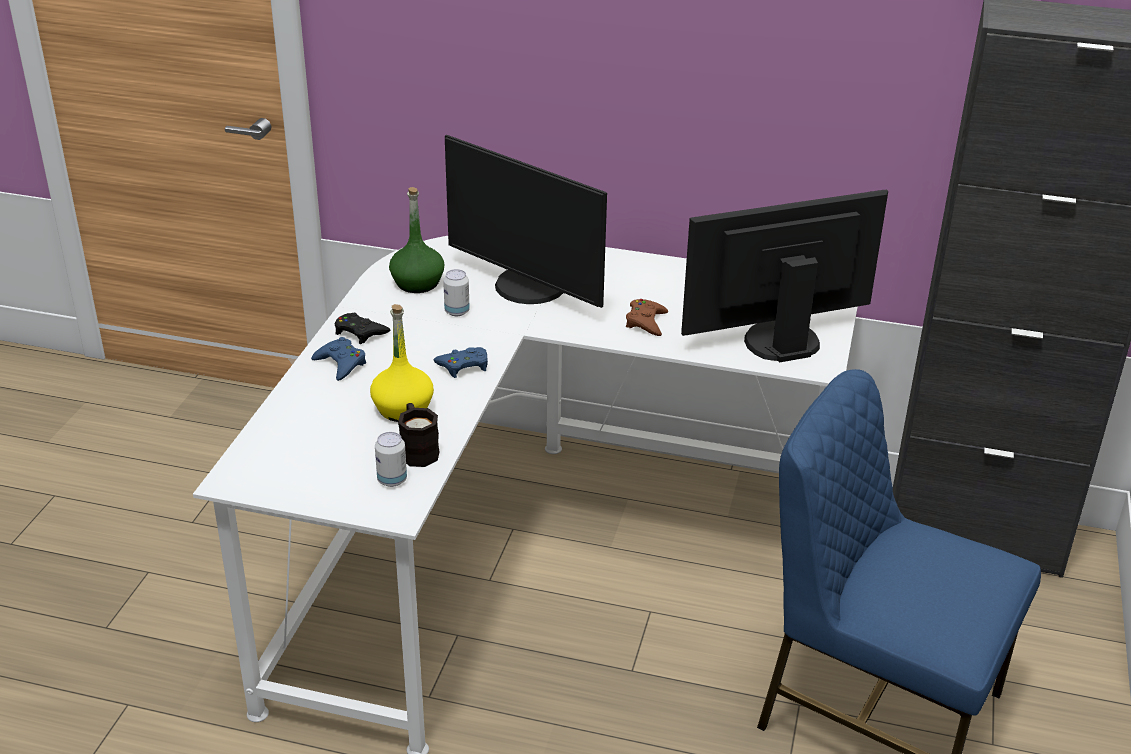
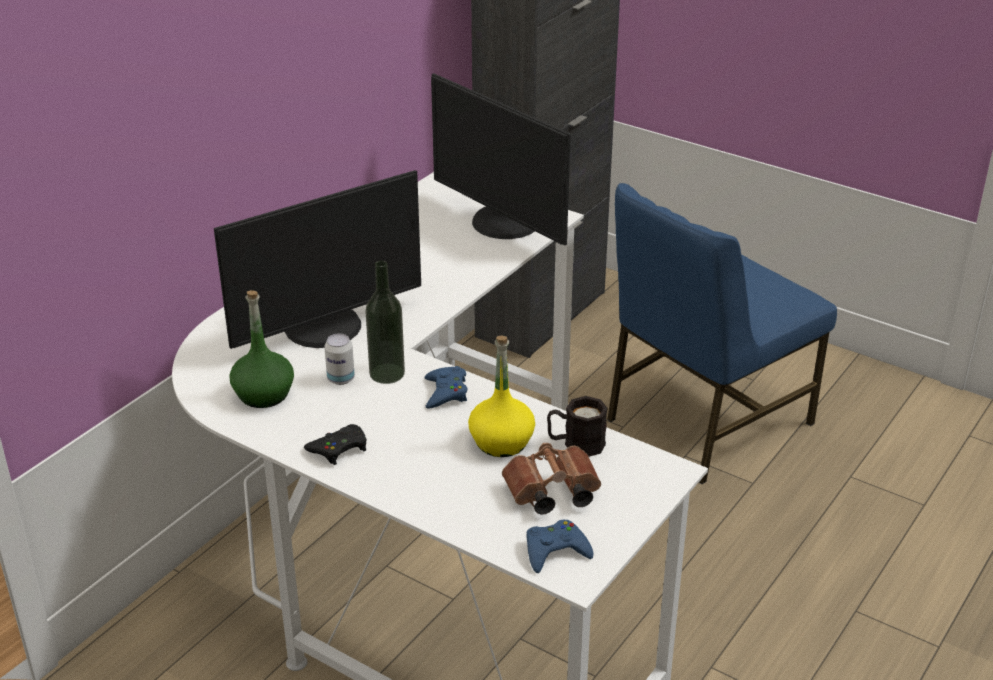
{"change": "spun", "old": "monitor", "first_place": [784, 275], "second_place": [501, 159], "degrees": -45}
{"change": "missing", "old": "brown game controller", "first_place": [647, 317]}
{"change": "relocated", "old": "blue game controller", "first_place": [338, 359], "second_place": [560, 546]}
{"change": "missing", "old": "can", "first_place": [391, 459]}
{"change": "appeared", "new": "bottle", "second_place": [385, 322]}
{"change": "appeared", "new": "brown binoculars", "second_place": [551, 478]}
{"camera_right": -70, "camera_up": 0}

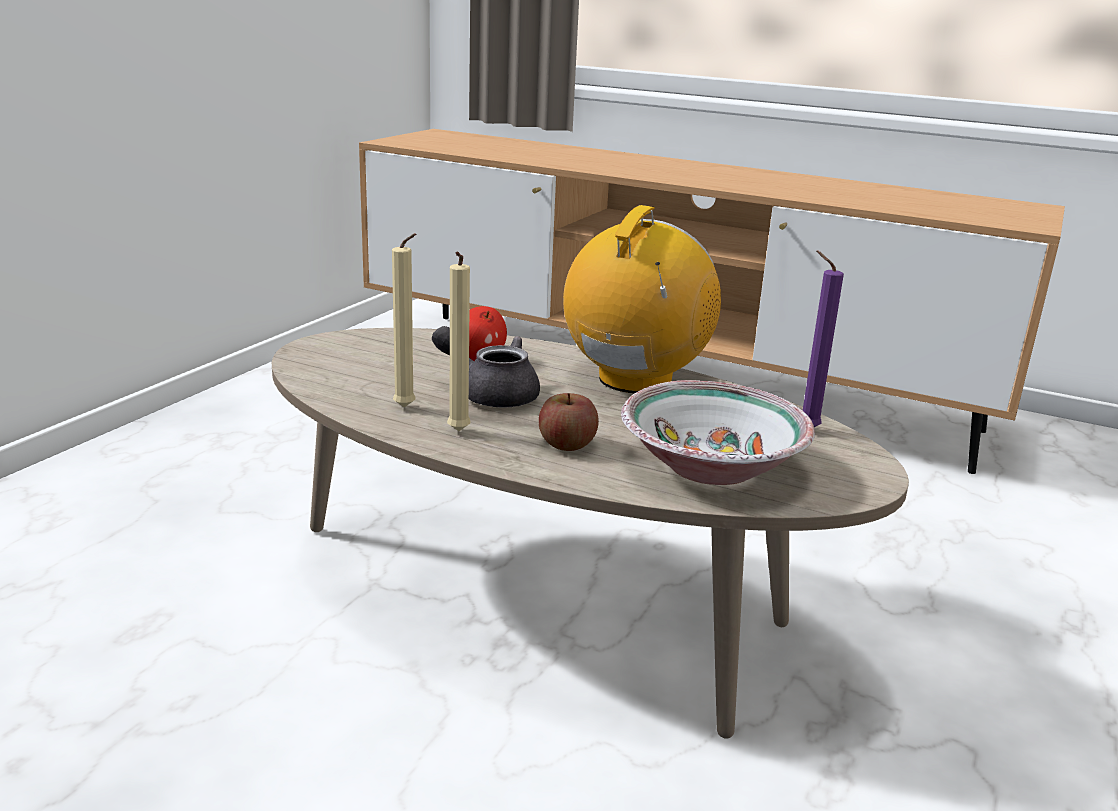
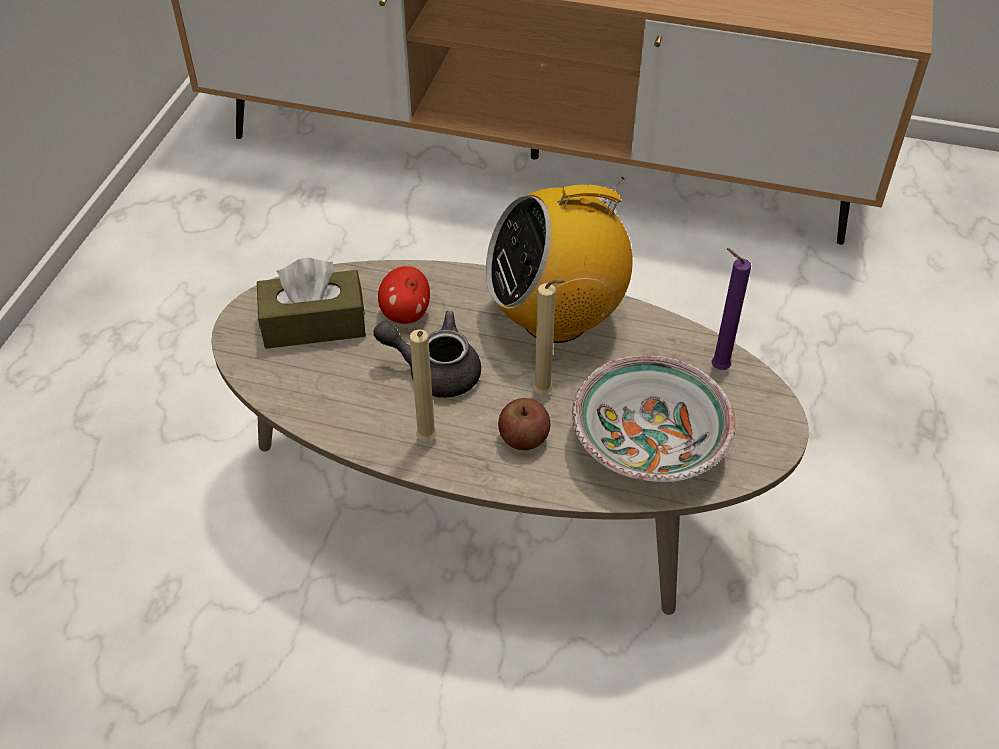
{"change": "spun", "old": "radio", "first_place": [642, 299], "second_place": [559, 260], "degrees": -120}
{"change": "relocated", "old": "beige candle", "first_place": [404, 320], "second_place": [549, 337]}
{"change": "appeared", "new": "brown tissue box", "second_place": [311, 303]}
{"camera_right": -10, "camera_up": 25}

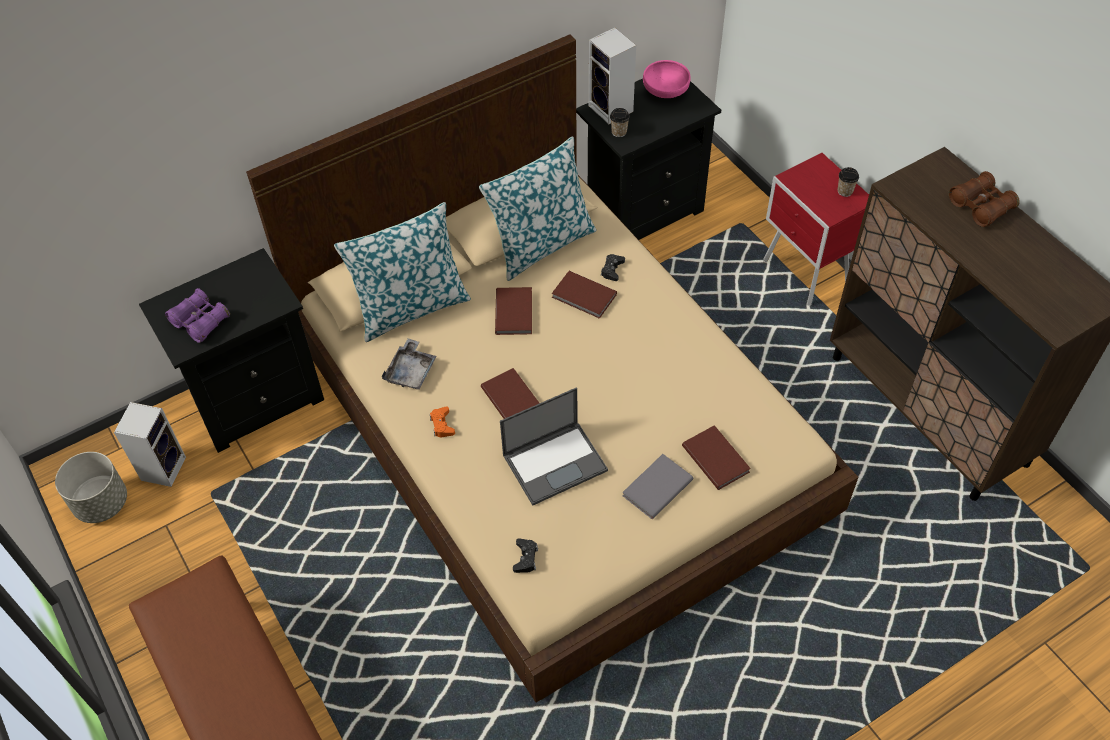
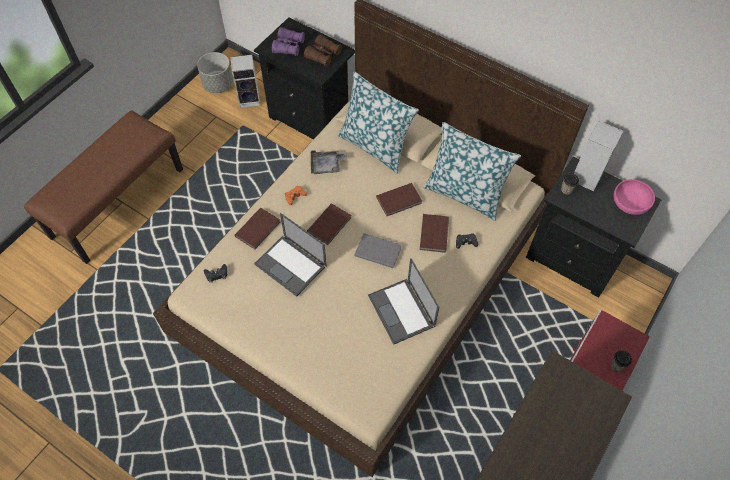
{"change": "relocated", "old": "brown binoculars", "first_place": [984, 199], "second_place": [323, 51]}
{"change": "relocated", "old": "brown book", "first_place": [716, 457], "second_place": [257, 228]}
{"change": "relocated", "old": "grey book", "first_place": [657, 486], "second_place": [378, 250]}
{"change": "appeared", "new": "laptop", "second_place": [403, 301]}
{"camera_right": 65, "camera_up": 5}

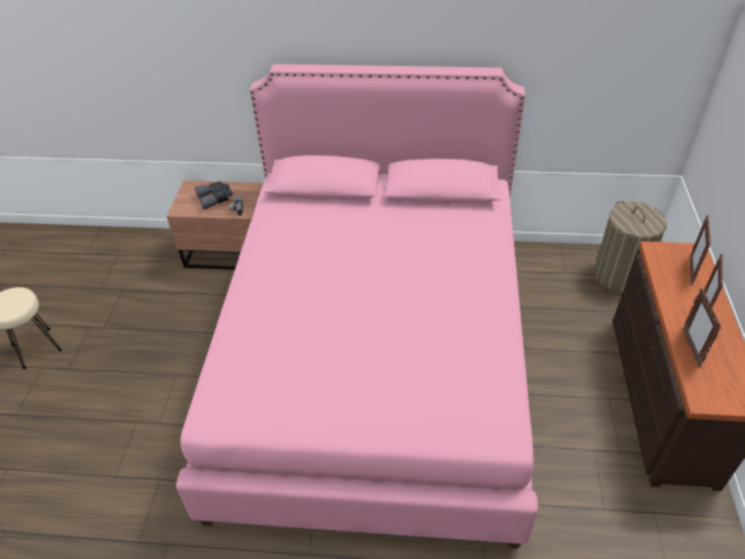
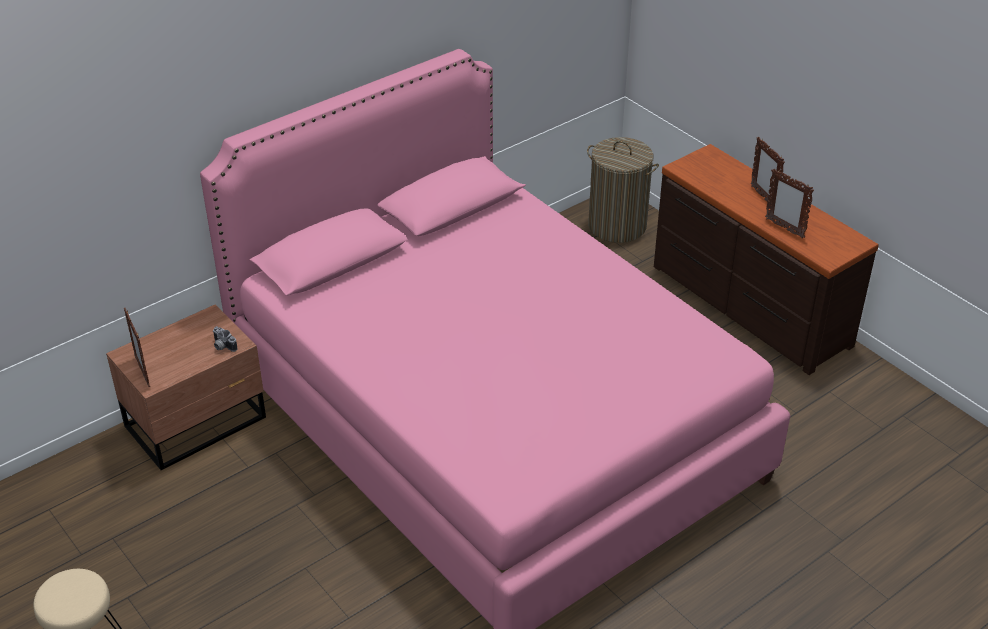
{"change": "missing", "old": "grey binoculars", "first_place": [214, 195]}
{"change": "relocated", "old": "picture frame", "first_place": [700, 250], "second_place": [137, 347]}
{"camera_right": -45, "camera_up": -5}

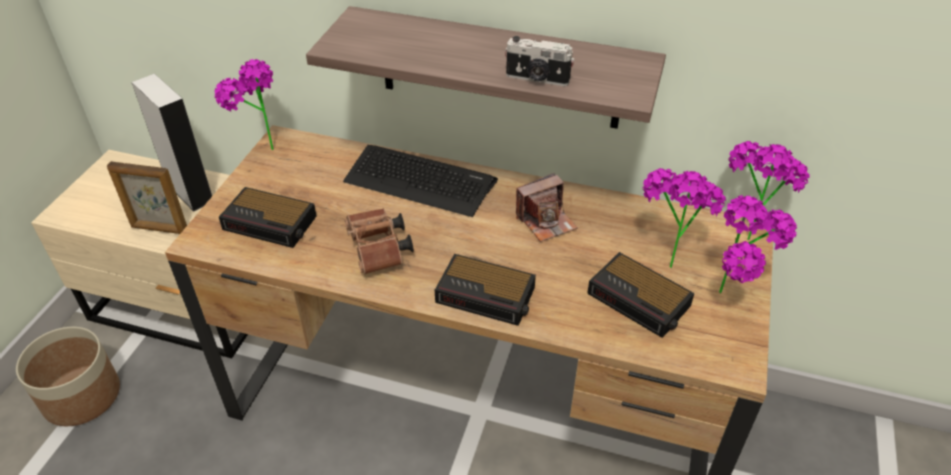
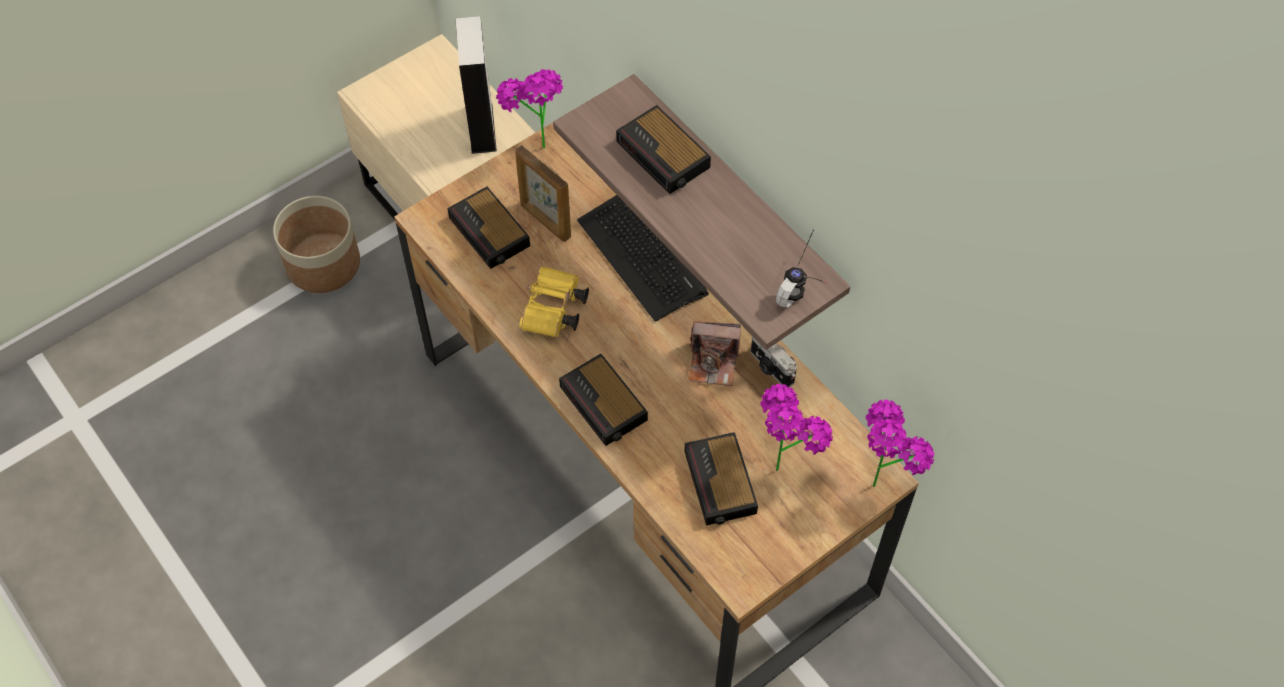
{"change": "relocated", "old": "photo camera", "first_place": [539, 61], "second_place": [774, 362]}
{"change": "relocated", "old": "picture frame", "first_place": [147, 197], "second_place": [543, 193]}
{"change": "missing", "old": "potted plant", "first_place": [758, 244]}
{"change": "colour", "old": "brown binoculars", "new": "yellow binoculars", "first_place": [379, 241], "second_place": [554, 302]}
{"change": "appeared", "new": "alarm clock", "second_place": [663, 149]}
{"change": "appeared", "new": "headphones", "second_place": [801, 268]}
{"camera_right": 35, "camera_up": 15}

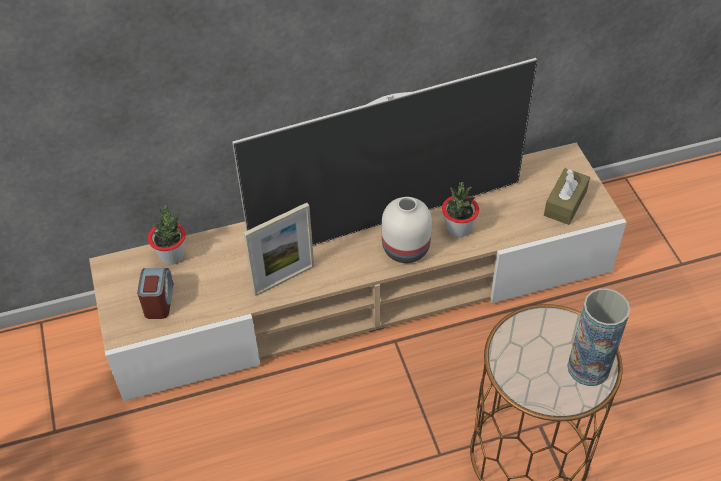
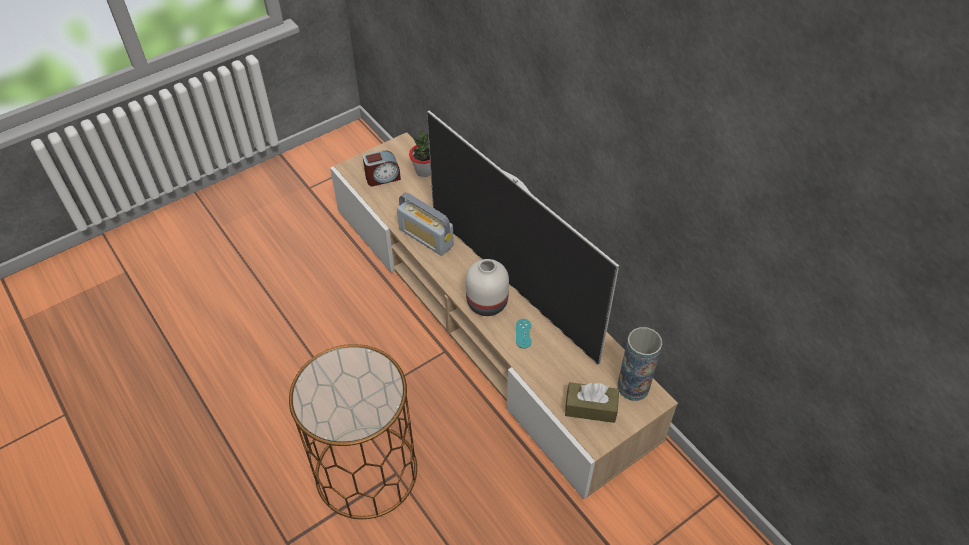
{"change": "exchanged", "old": "potted plant", "new": "turquoise game controller", "first_place": [460, 210], "second_place": [524, 334]}
{"change": "exchanged", "old": "picture frame", "new": "radio", "first_place": [278, 249], "second_place": [425, 224]}
{"change": "relocated", "old": "vase", "first_place": [598, 337], "second_place": [639, 364]}
{"camera_right": 70, "camera_up": 0}

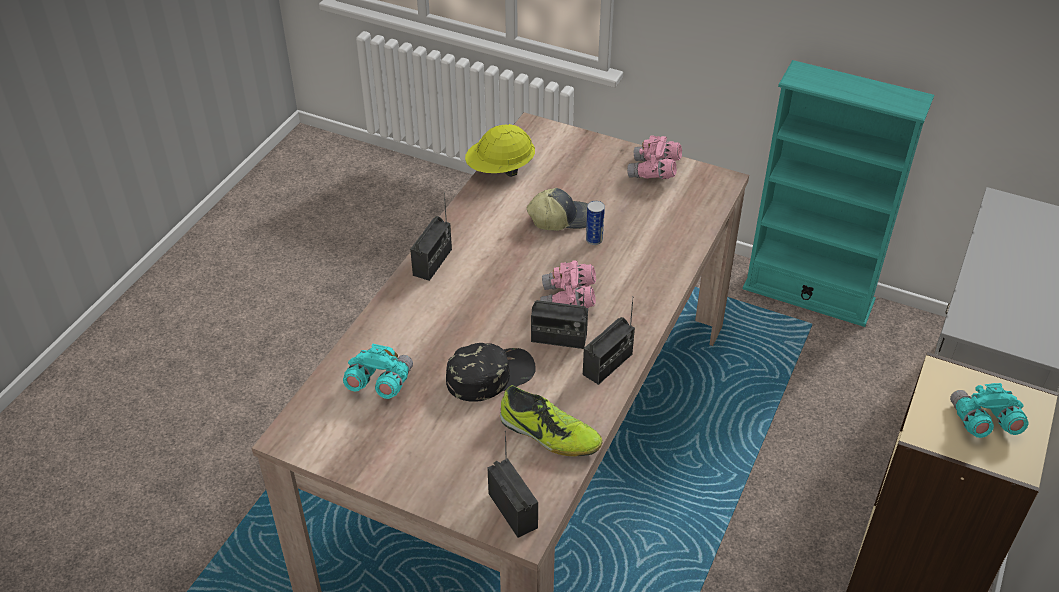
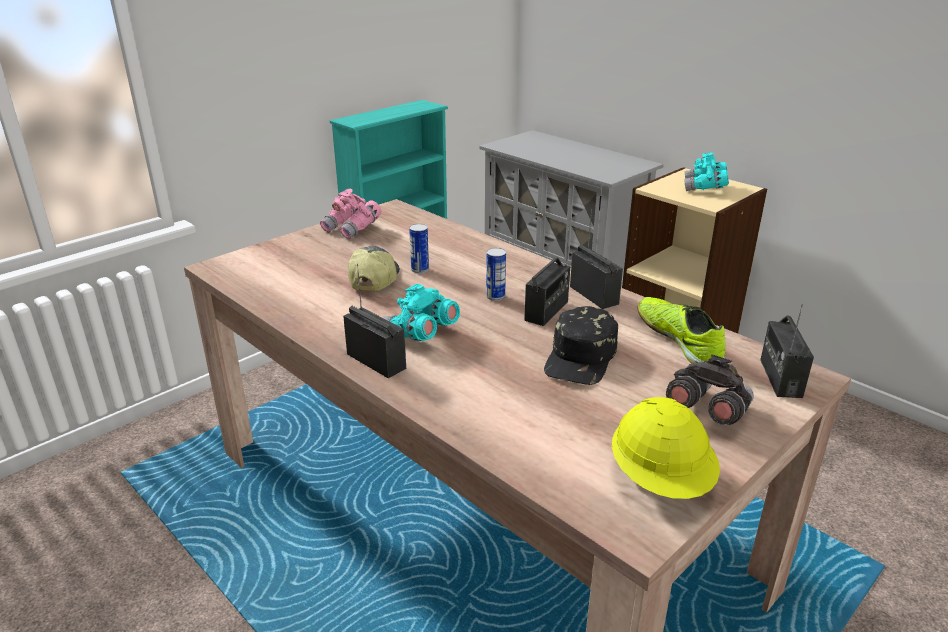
{"change": "relocated", "old": "yellow hard hat", "first_place": [500, 150], "second_place": [666, 448]}
{"change": "exchanged", "old": "pink binoculars", "new": "can", "first_place": [568, 284], "second_place": [496, 274]}
{"change": "relocated", "old": "turquoise binoculars", "first_place": [378, 371], "second_place": [421, 312]}
{"change": "spun", "old": "black cap", "first_place": [491, 372], "second_place": [581, 345], "degrees": -150}
{"change": "spun", "old": "shoe", "first_place": [551, 420], "second_place": [682, 330], "degrees": -75}
{"change": "spun", "old": "radio", "first_place": [512, 484], "second_place": [787, 351], "degrees": -75}
{"change": "appeared", "new": "grey binoculars", "second_place": [710, 389]}
{"camera_right": -70, "camera_up": -15}

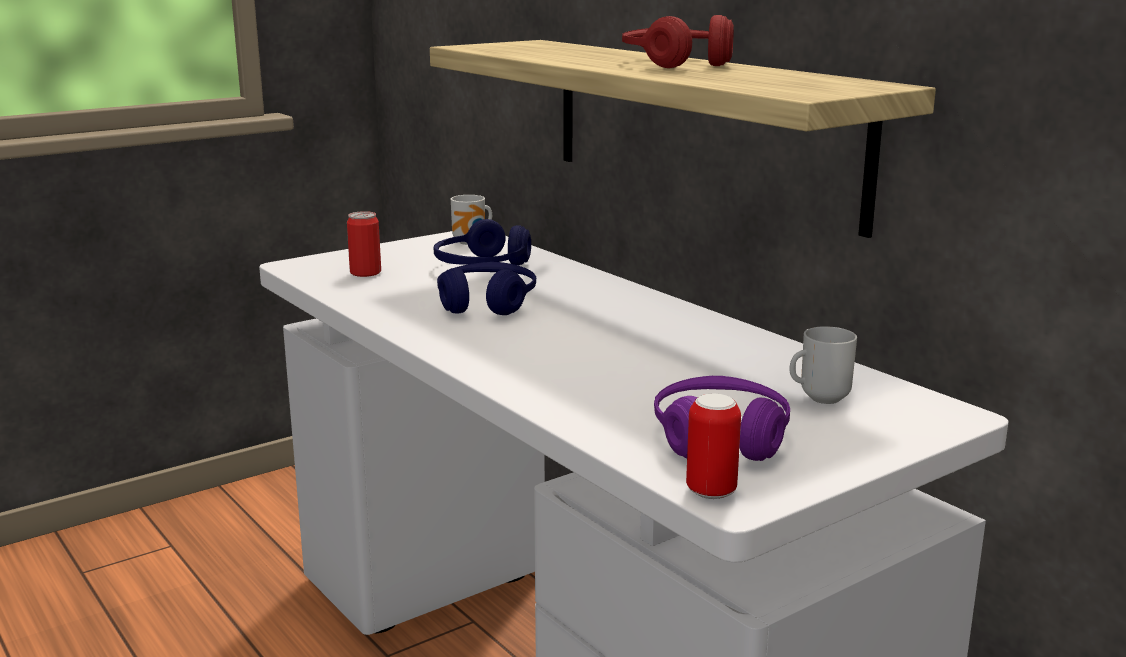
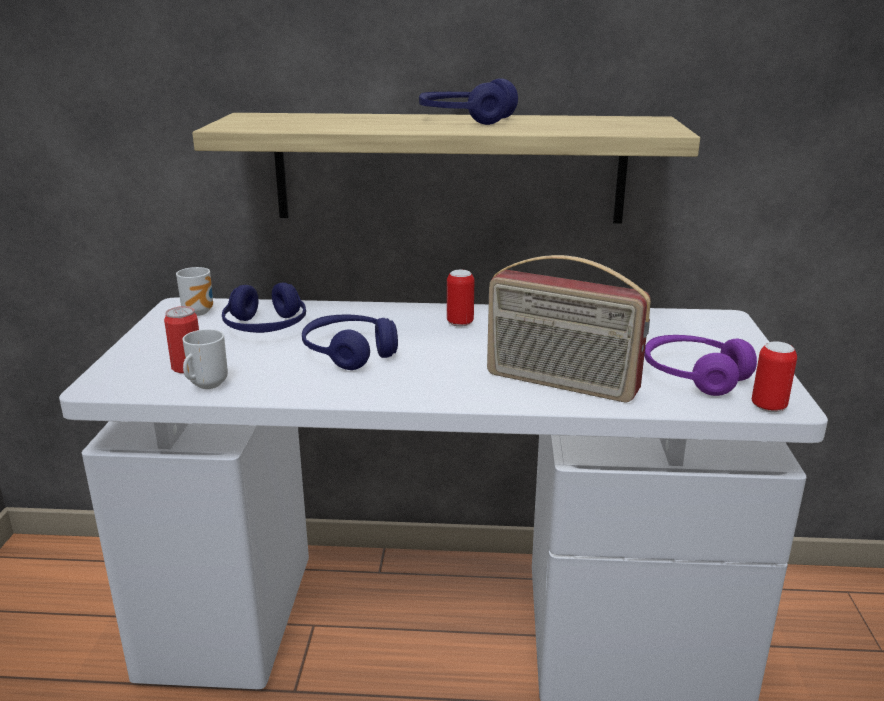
{"change": "colour", "old": "red headphones", "new": "blue headphones", "first_place": [678, 41], "second_place": [468, 101]}
{"change": "relocated", "old": "mug", "first_place": [823, 365], "second_place": [205, 359]}
{"change": "appeared", "new": "radio", "second_place": [569, 328]}
{"change": "appeared", "new": "can", "second_place": [460, 298]}
{"camera_right": -50, "camera_up": 5}

